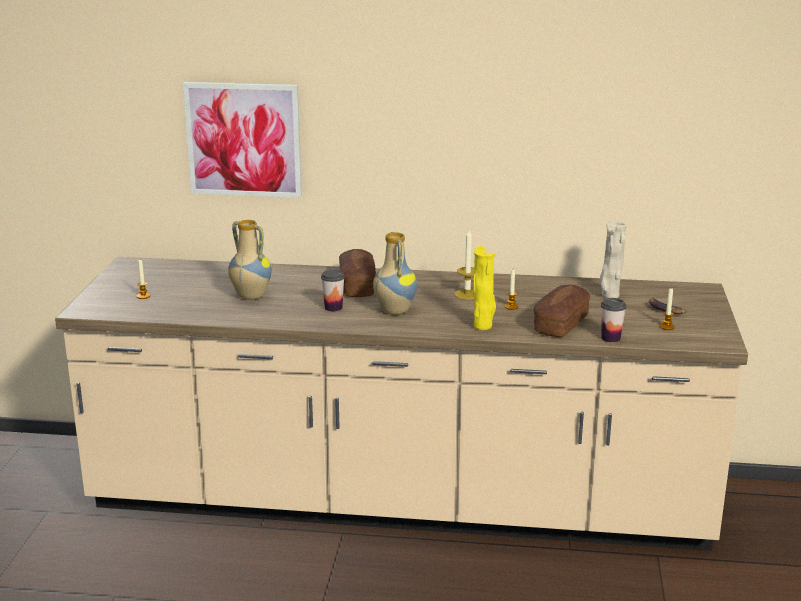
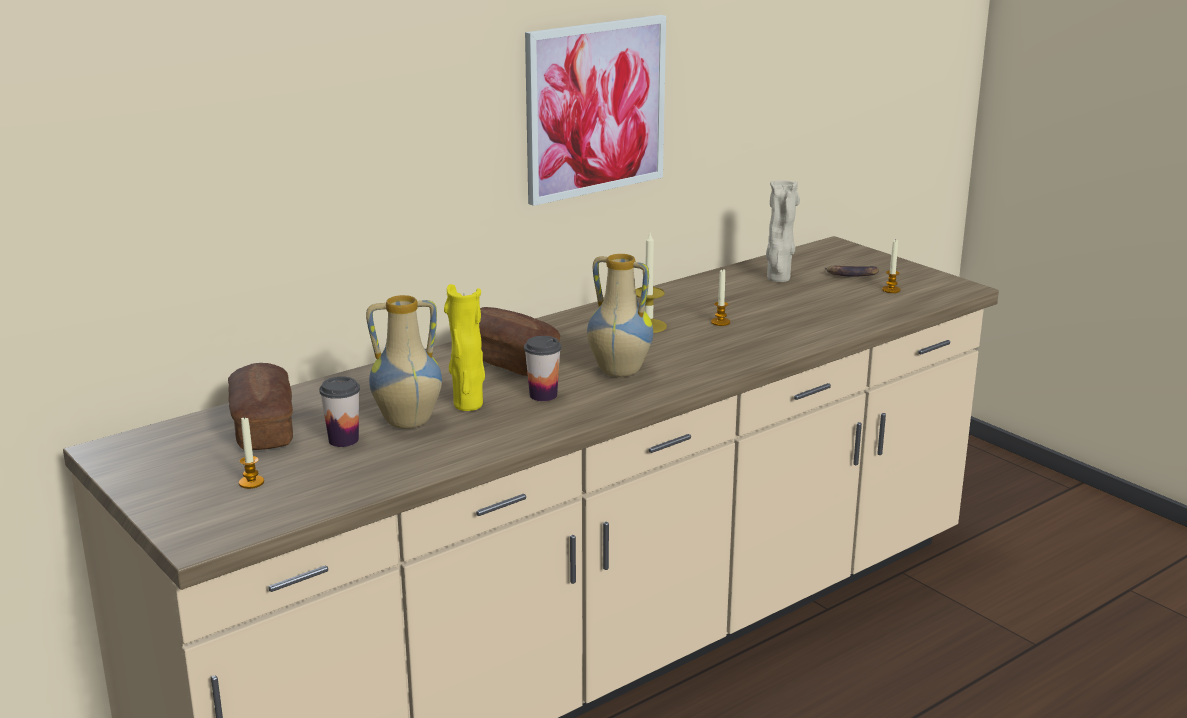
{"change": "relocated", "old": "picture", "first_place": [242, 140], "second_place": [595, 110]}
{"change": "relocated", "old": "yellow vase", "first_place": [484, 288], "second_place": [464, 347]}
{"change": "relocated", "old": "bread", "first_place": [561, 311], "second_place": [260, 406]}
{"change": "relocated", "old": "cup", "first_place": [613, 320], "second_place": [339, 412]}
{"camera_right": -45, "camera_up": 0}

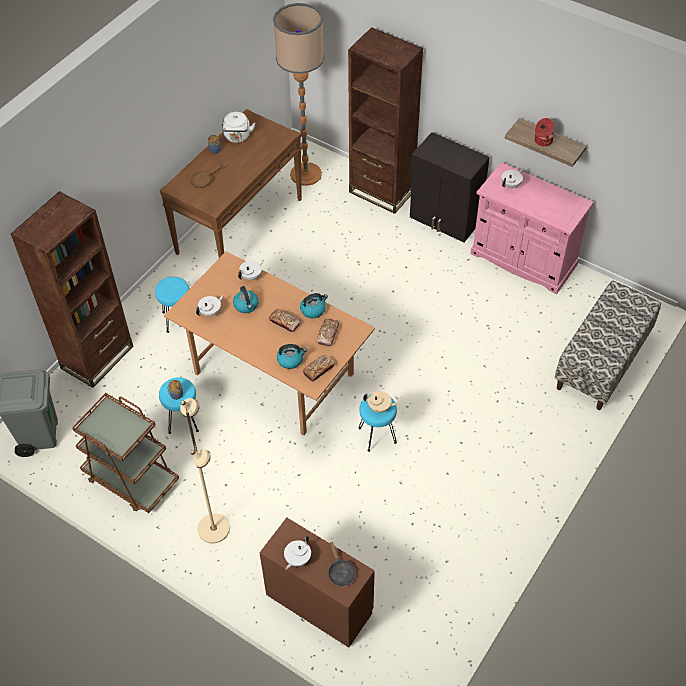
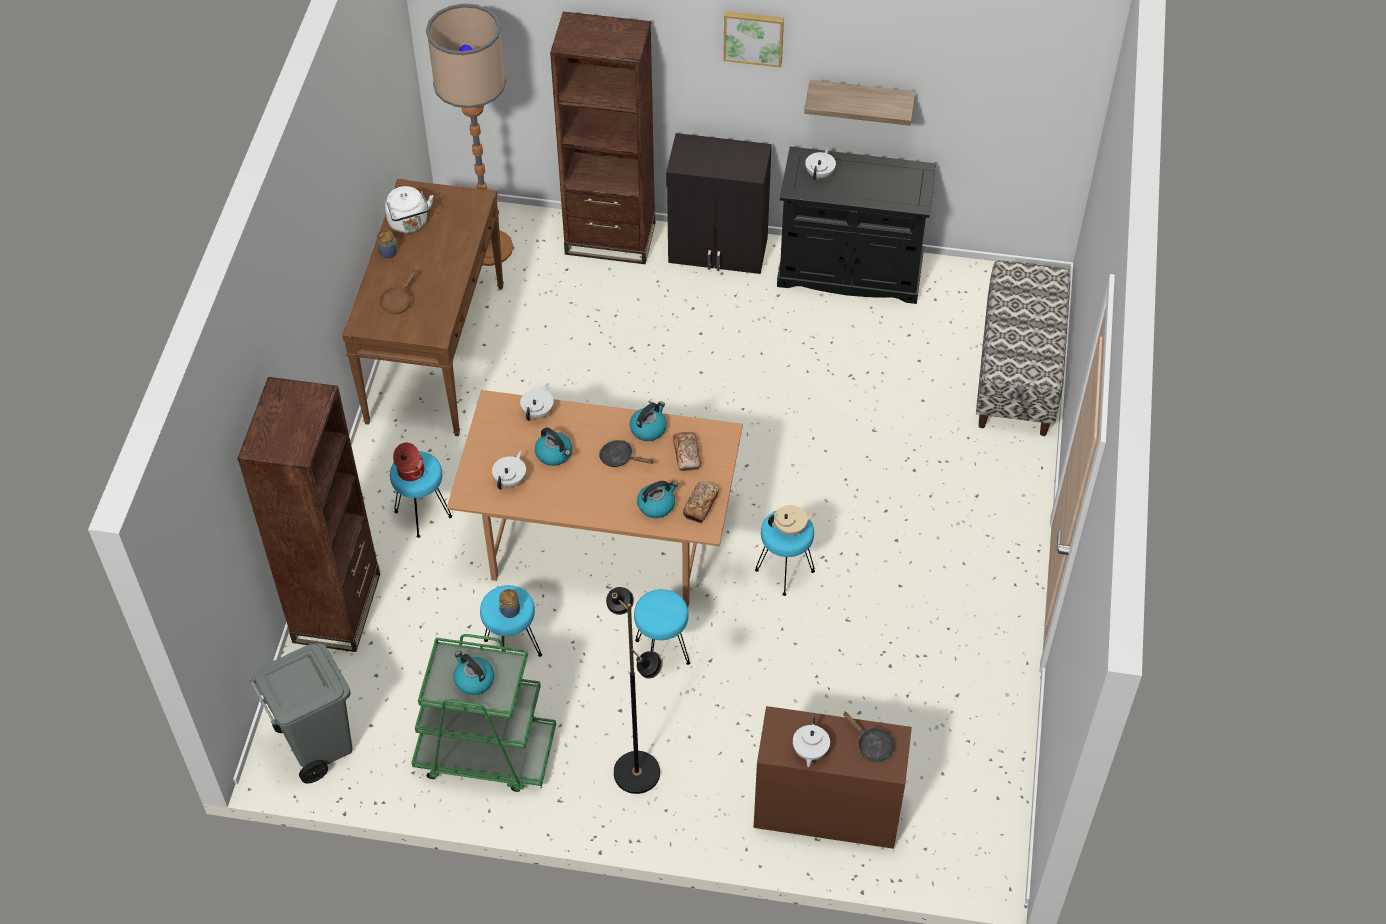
{"change": "relocated", "old": "cooking pot", "first_place": [544, 132], "second_place": [408, 461]}
{"change": "colour", "old": "pink cabinet", "new": "black cabinet", "first_place": [532, 228], "second_place": [856, 225]}
{"change": "exchanged", "old": "bread", "new": "black frying pan", "first_place": [285, 320], "second_place": [626, 453]}
{"change": "colour", "old": "brown cart", "new": "green cart", "first_place": [125, 453], "second_place": [483, 713]}
{"change": "colour", "old": "beige floor lamp", "new": "black floor lamp", "first_place": [205, 470], "second_place": [634, 690]}
{"change": "appeared", "new": "picture", "second_place": [753, 39]}
{"change": "appeared", "new": "turquoise stool", "second_place": [662, 627]}
{"change": "appeared", "new": "kettle", "second_place": [473, 673]}
{"camera_right": -25, "camera_up": 0}

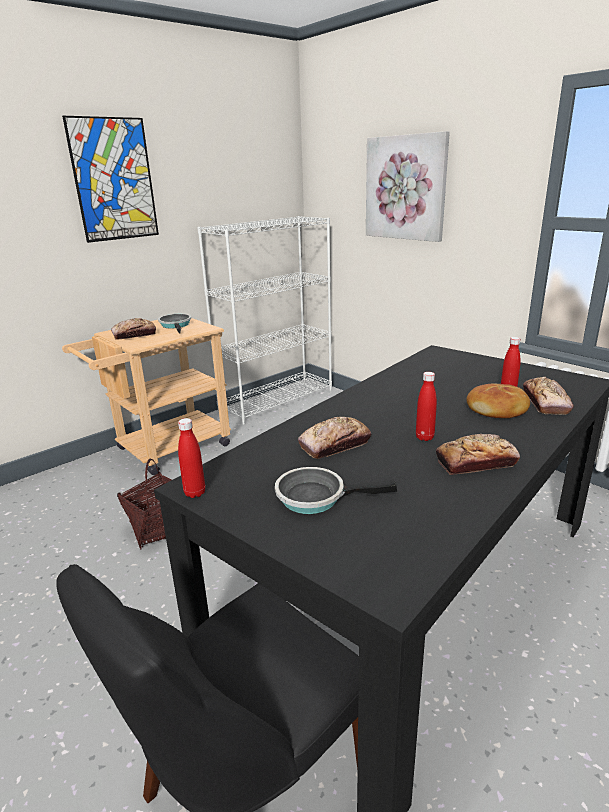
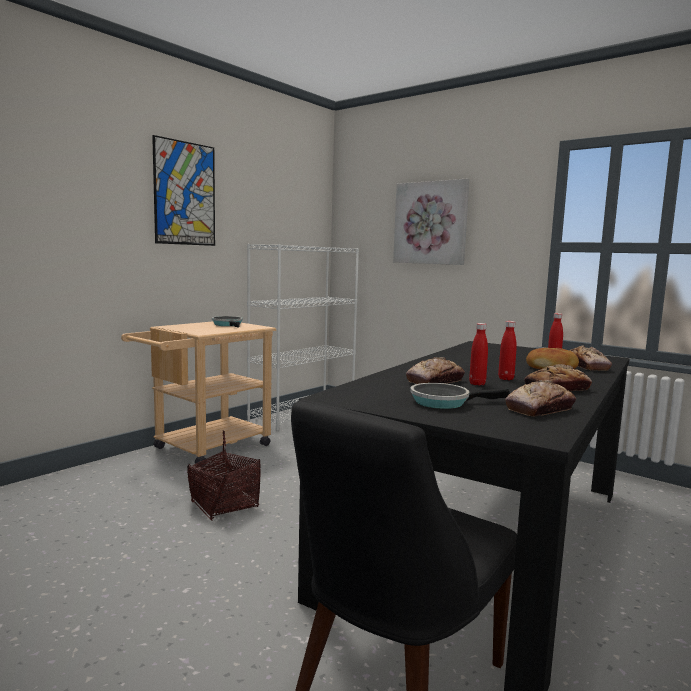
{"change": "relocated", "old": "bread", "first_place": [133, 329], "second_place": [540, 398]}
{"change": "relocated", "old": "red bottle", "first_place": [191, 458], "second_place": [478, 354]}
{"camera_right": -10, "camera_up": -15}

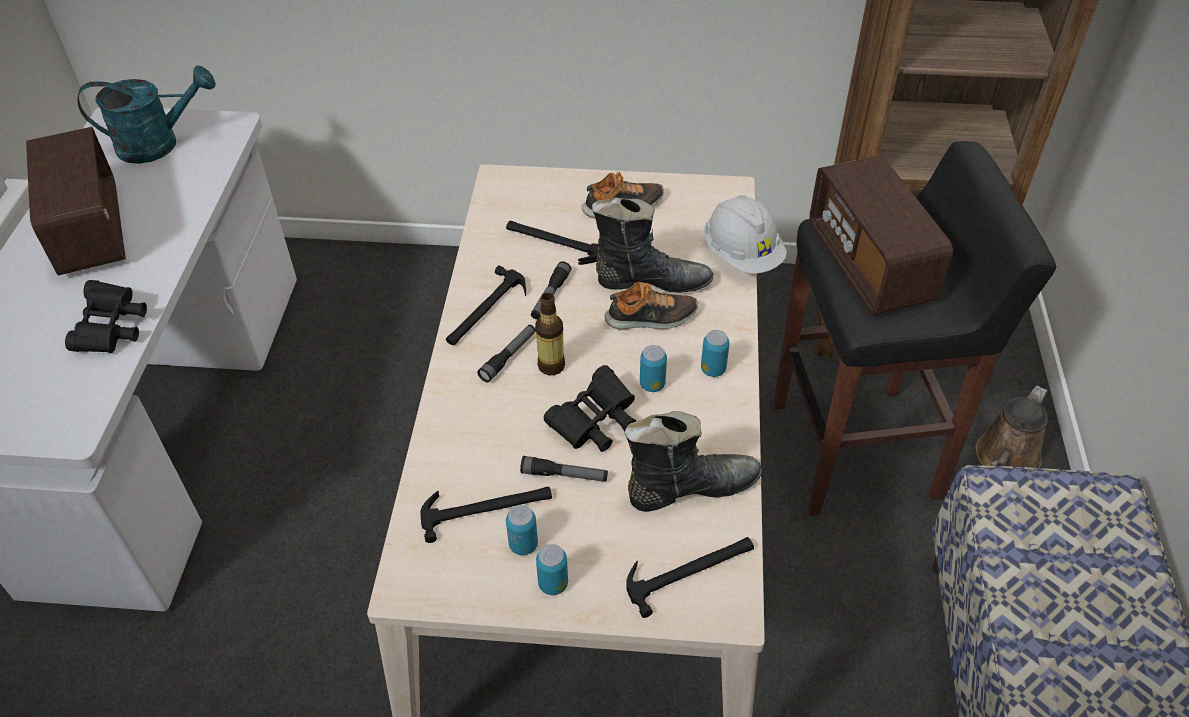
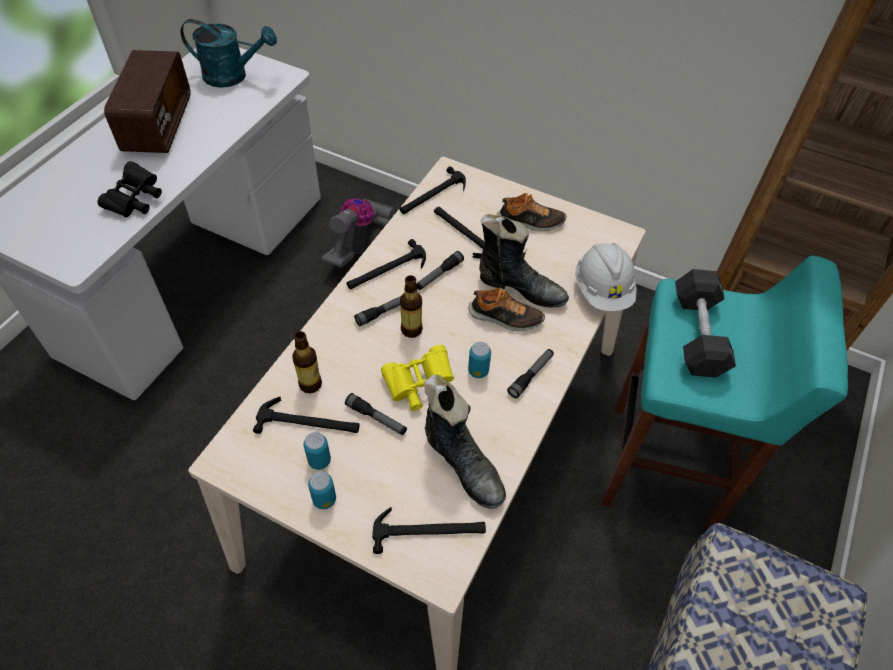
{"change": "colour", "old": "black stool", "new": "turquoise stool", "first_place": [914, 328], "second_place": [725, 393]}
{"change": "exchanged", "old": "radio", "new": "black dumbbell", "first_place": [881, 235], "second_place": [705, 323]}
{"change": "exchanged", "old": "can", "new": "flashlight", "first_place": [715, 353], "second_place": [530, 373]}
{"change": "colour", "old": "black binoculars", "new": "yellow binoculars", "first_place": [590, 408], "second_place": [417, 378]}
{"change": "missing", "old": "brown watering can", "first_place": [1011, 426]}
{"change": "spun", "old": "black boot", "first_place": [693, 461], "second_place": [465, 442], "degrees": 45}
{"change": "appeared", "new": "hammer", "second_place": [433, 190]}
{"change": "appeared", "new": "vacuum cleaner", "second_place": [358, 233]}
{"change": "appeared", "new": "bottle", "second_place": [307, 362]}
{"camera_right": 20, "camera_up": 5}

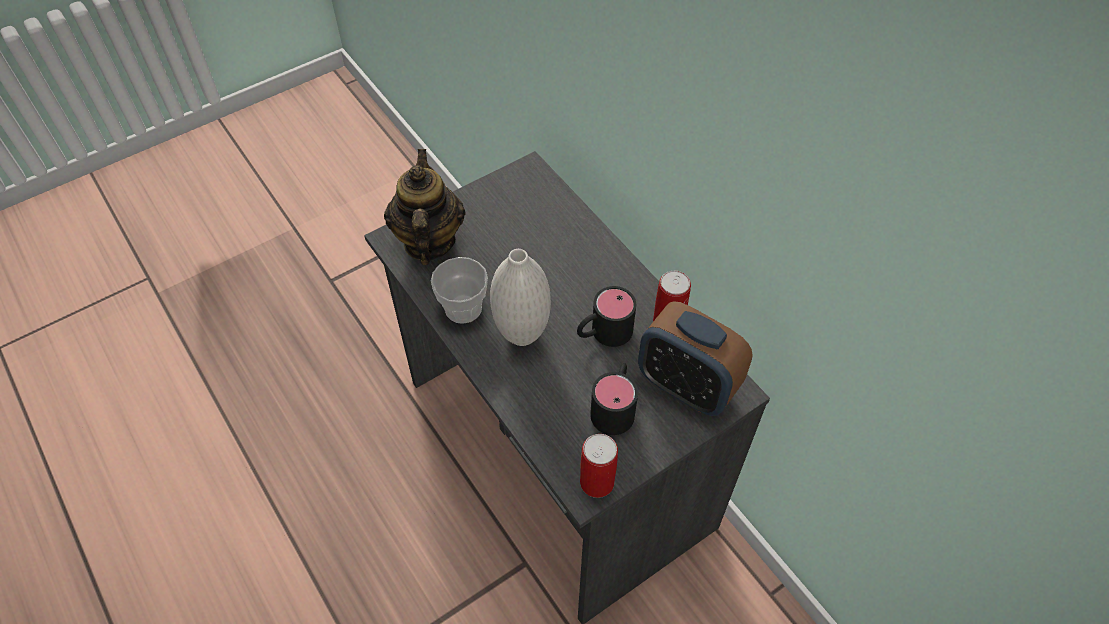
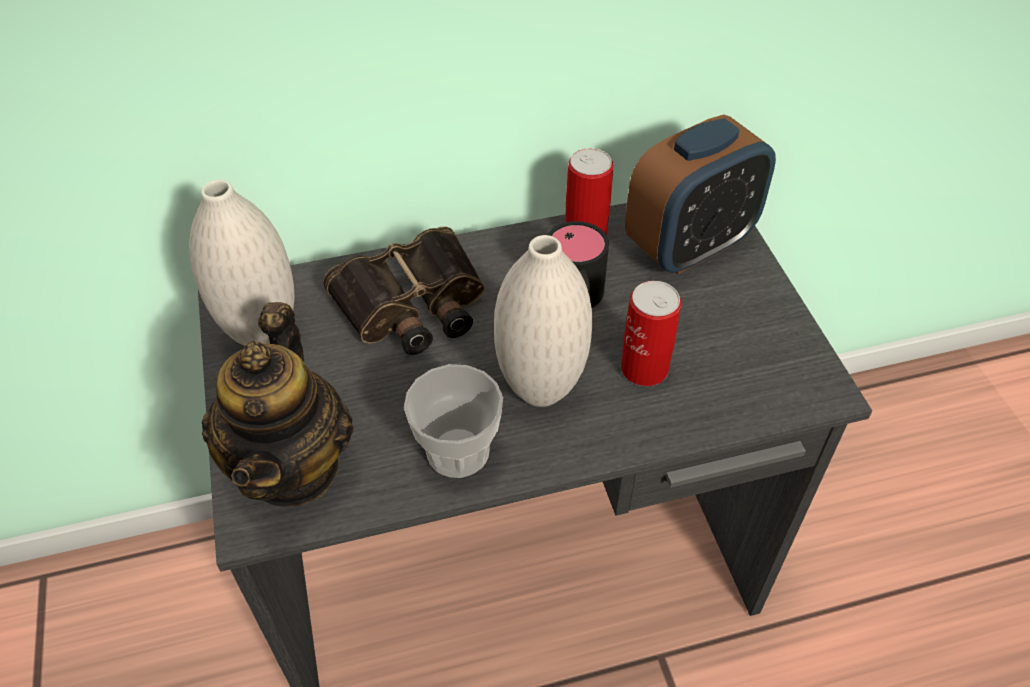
{"change": "spun", "old": "teapot", "first_place": [425, 207], "second_place": [277, 404], "degrees": -105}
{"change": "missing", "old": "black mug", "first_place": [614, 399]}
{"change": "relocated", "old": "can", "first_place": [599, 466], "second_place": [651, 333]}
{"change": "appeared", "new": "white vase", "second_place": [241, 262]}
{"change": "appeared", "new": "binoculars", "second_place": [404, 291]}
{"camera_right": -70, "camera_up": -5}

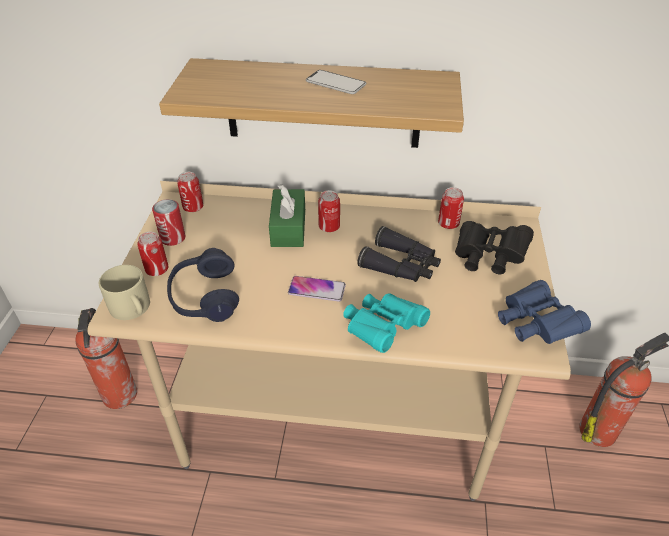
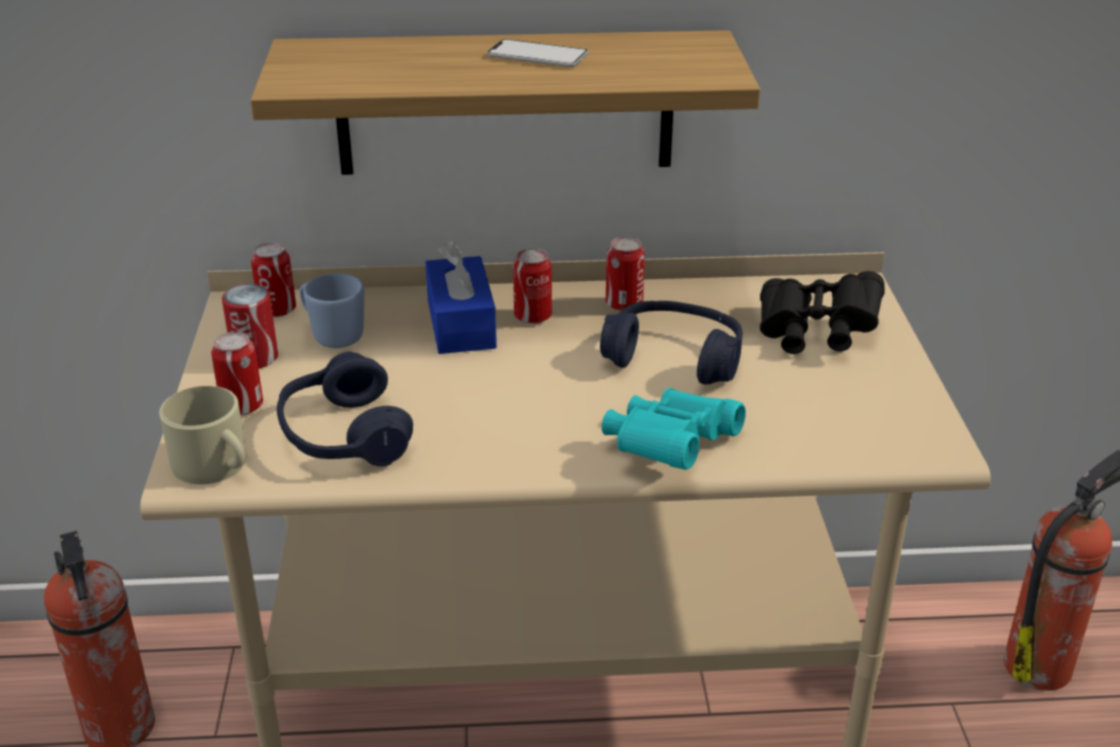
{"change": "colour", "old": "green tissue box", "new": "blue tissue box", "first_place": [287, 215], "second_place": [461, 297]}
{"change": "relocated", "old": "can", "first_place": [451, 208], "second_place": [625, 274]}
{"change": "exchanged", "old": "black binoculars", "new": "blue headphones", "first_place": [399, 254], "second_place": [671, 343]}
{"change": "missing", "old": "phone", "first_place": [317, 289]}
{"change": "missing", "old": "blue binoculars", "first_place": [544, 312]}
{"change": "appeared", "new": "blue mug", "second_place": [332, 310]}
{"camera_right": -10, "camera_up": -10}

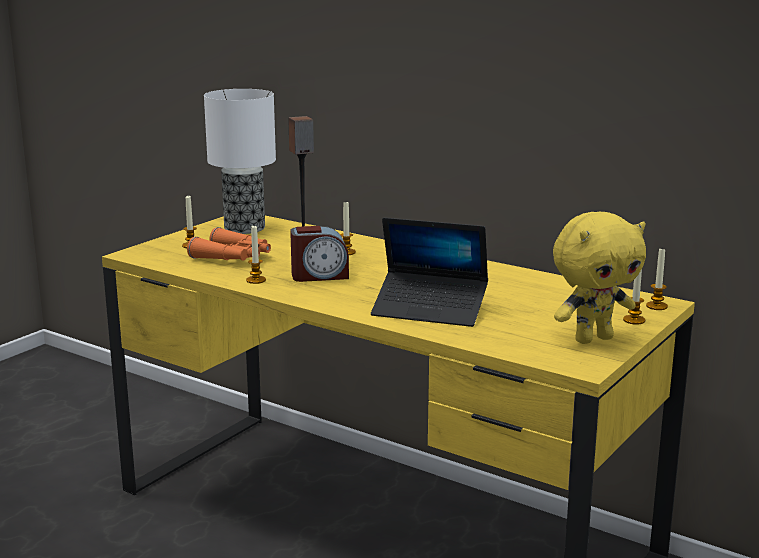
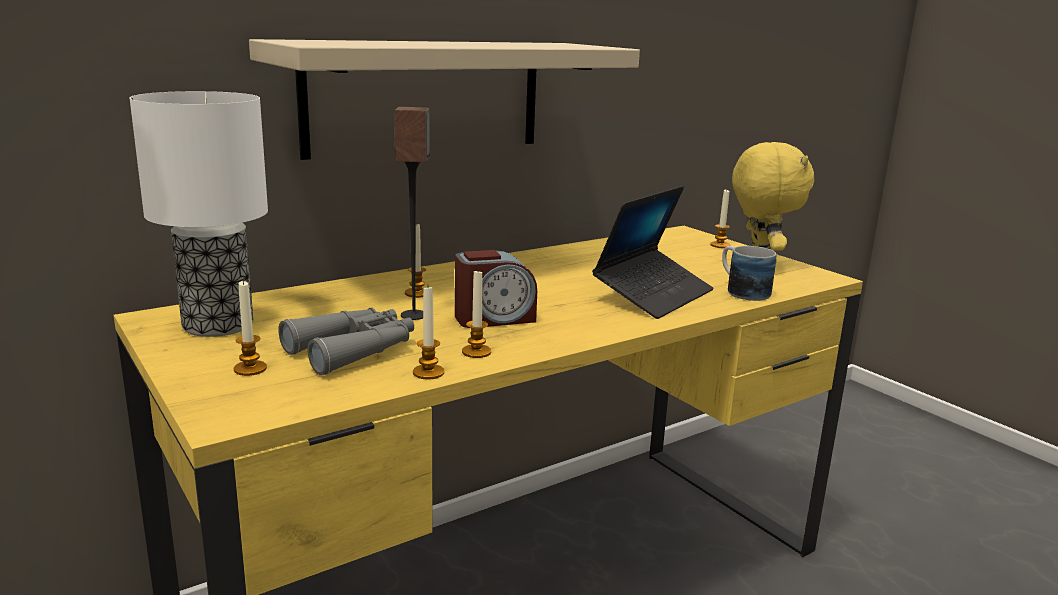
{"change": "spun", "old": "alarm clock", "first_place": [319, 254], "second_place": [496, 289], "degrees": 60}
{"change": "colour", "old": "orange binoculars", "new": "grey binoculars", "first_place": [229, 244], "second_place": [346, 341]}
{"change": "relocated", "old": "candle", "first_place": [657, 278], "second_place": [428, 333]}
{"change": "appeared", "new": "beige shelf", "second_place": [444, 99]}
{"change": "appeared", "new": "mug", "second_place": [749, 273]}
{"camera_right": -70, "camera_up": 0}

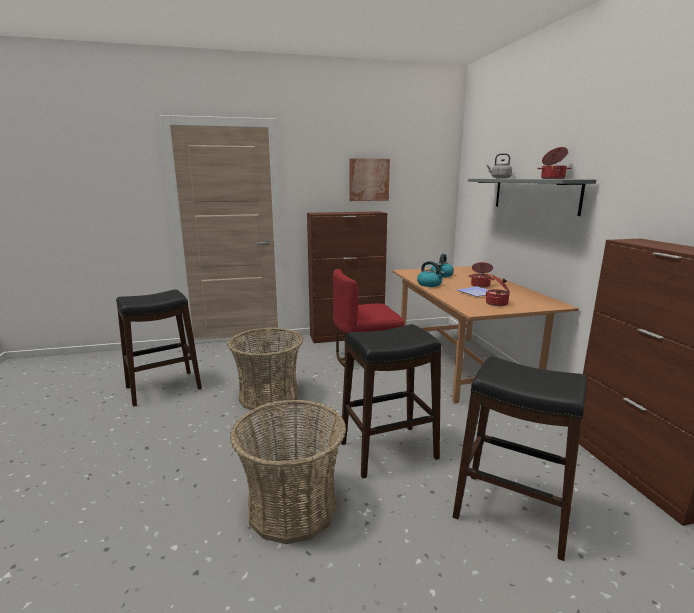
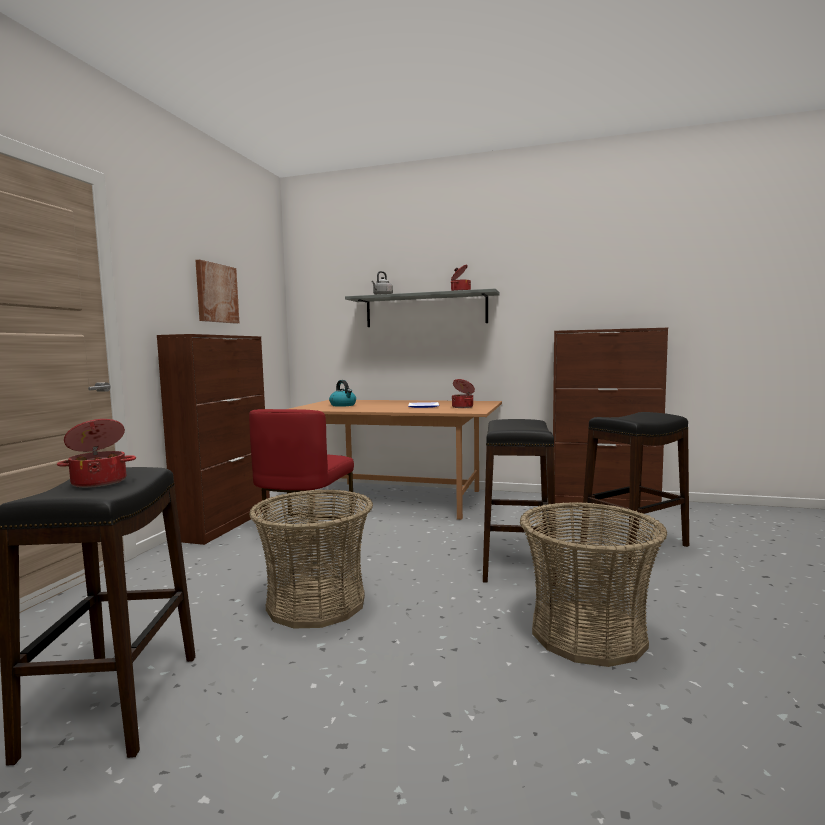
{"change": "missing", "old": "kettle", "first_place": [430, 274]}
{"change": "relocated", "old": "cooking pot", "first_place": [481, 275], "second_place": [96, 453]}
{"camera_right": -60, "camera_up": -10}

